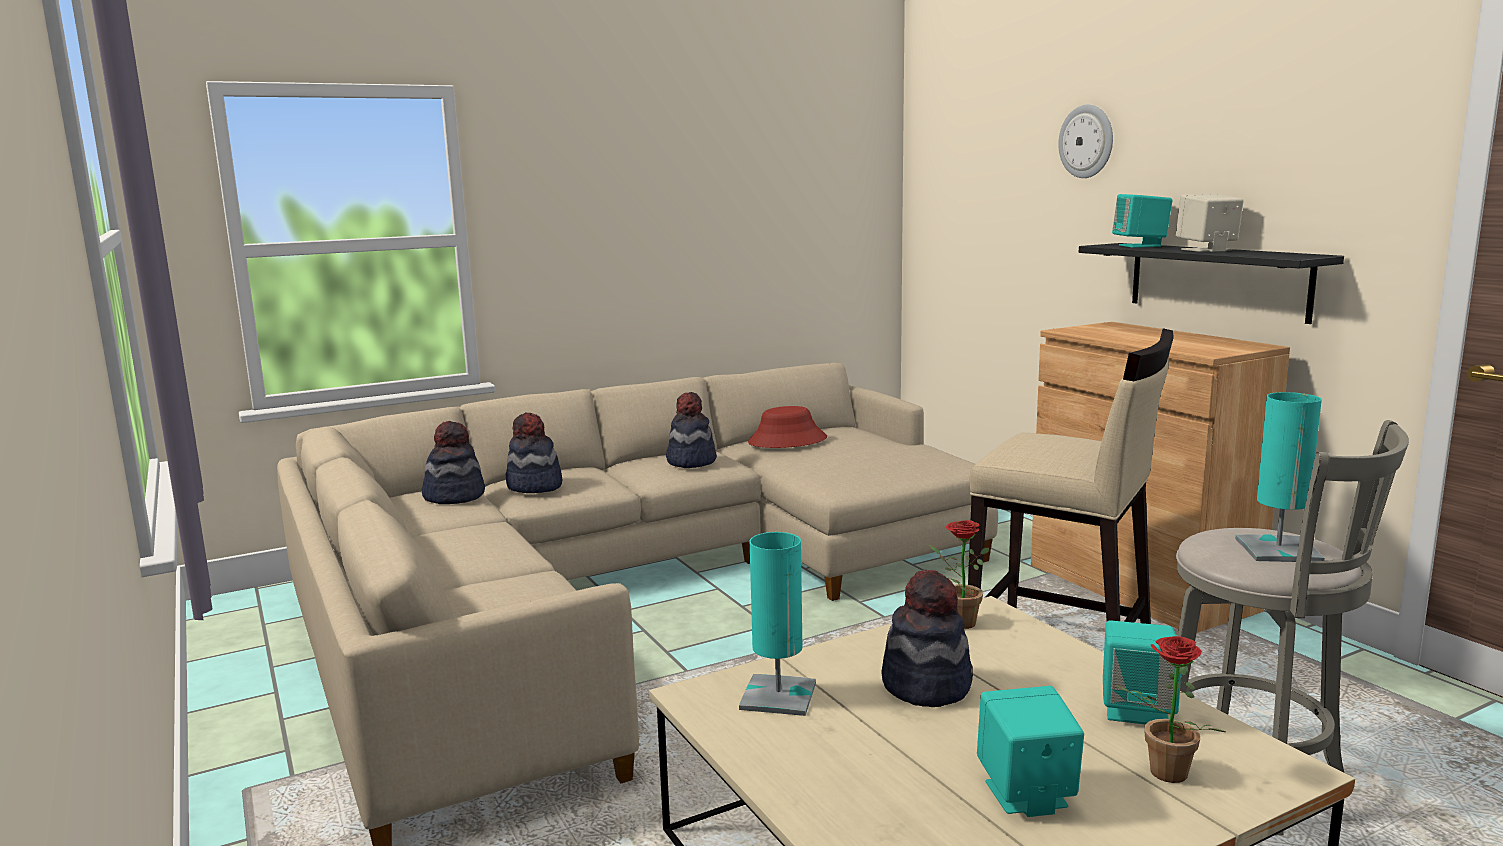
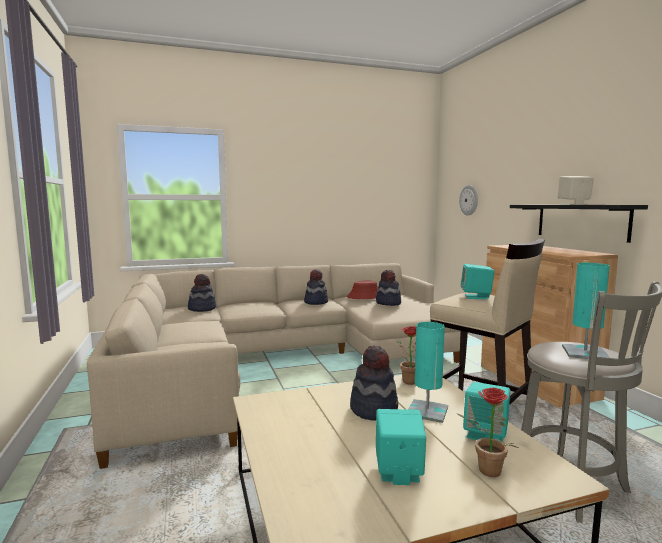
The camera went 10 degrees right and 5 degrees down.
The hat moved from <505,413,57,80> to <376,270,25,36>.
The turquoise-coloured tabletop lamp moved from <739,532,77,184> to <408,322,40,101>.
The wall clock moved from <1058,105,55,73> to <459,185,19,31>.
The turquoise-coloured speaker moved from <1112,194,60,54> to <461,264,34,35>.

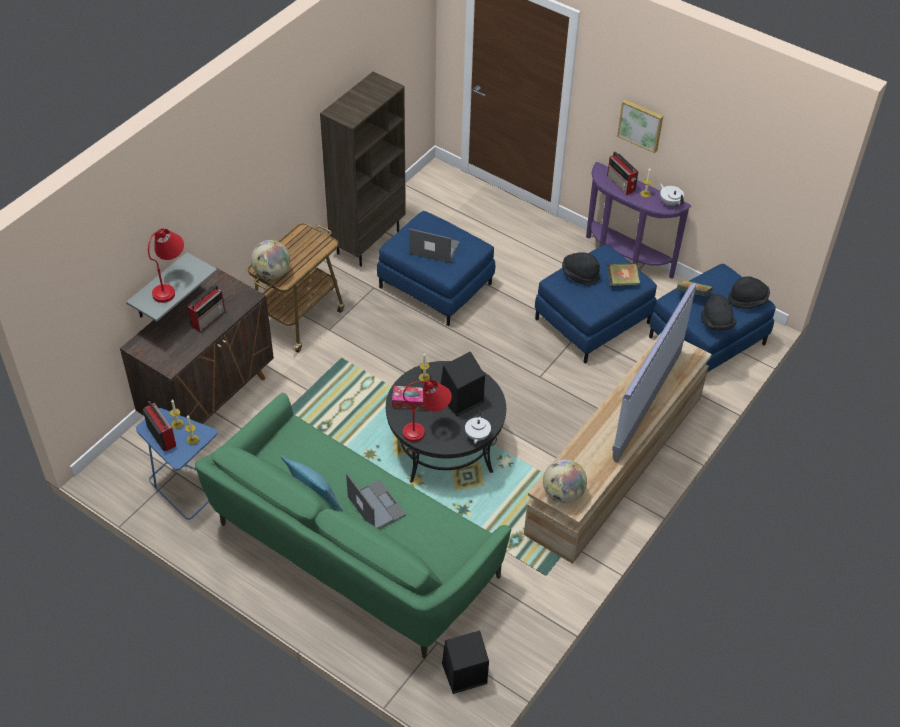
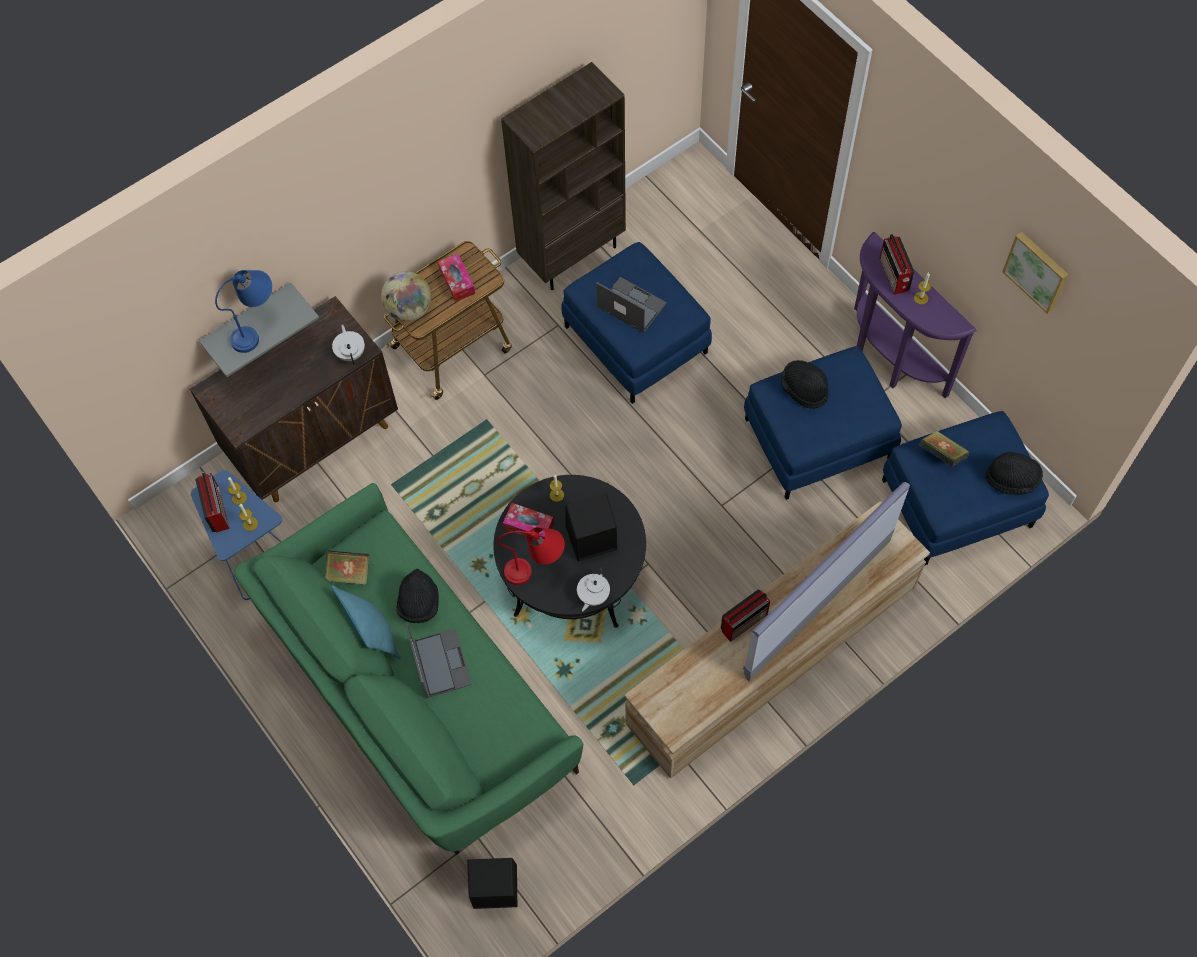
The camera went 20 degrees right and 15 degrees up.
The red tabletop lamp at <148,229,36,74> became the blue-coloured tabletop lamp at <215,270,57,83>.
The volume moved from <607,263,33,23> to <325,550,45,35>.
The white teapot moved from <660,183,24,23> to <332,324,33,41>.
The black hat moved from <701,294,35,36> to <396,569,43,54>.
The box of tissues at <438,254,37,48> appeared.
The radio set moved from <187,285,38,47> to <721,589,49,53>.
The picture moved from <617,100,46,54> to <1002,232,67,82>.
The world globe at <543,459,44,44> disappeared.

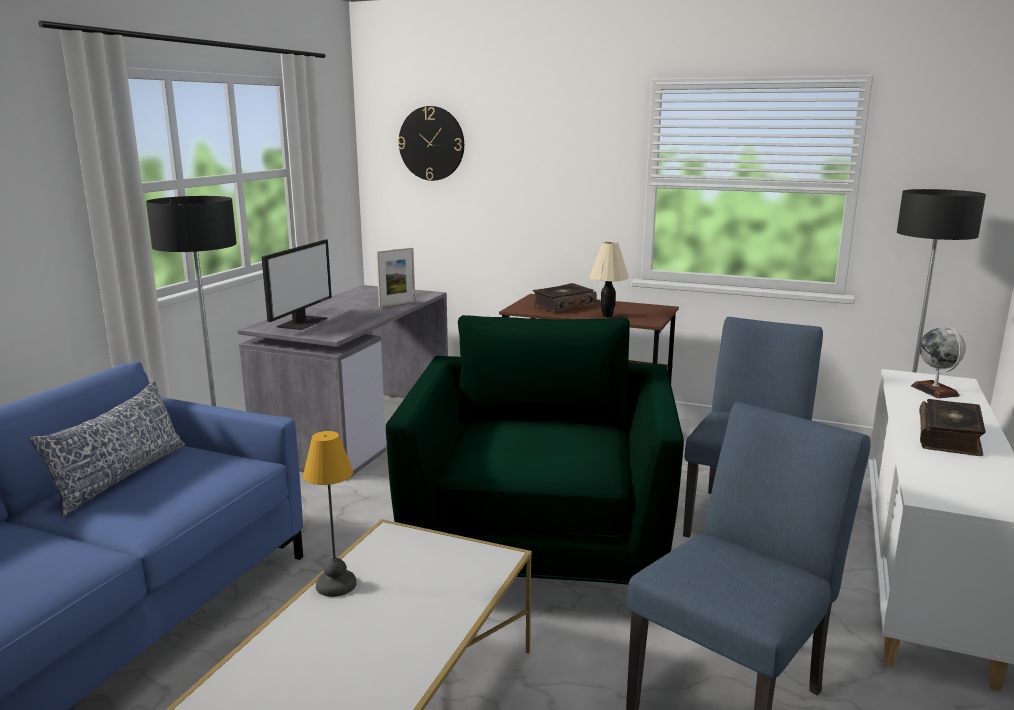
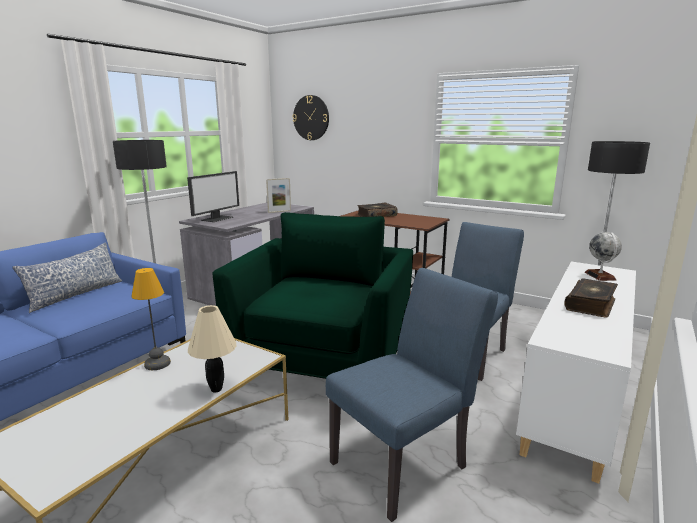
The camera went 10 degrees right and 0 degrees up.
The beige tabletop lamp moved from <589,241,40,76> to <188,305,49,87>.

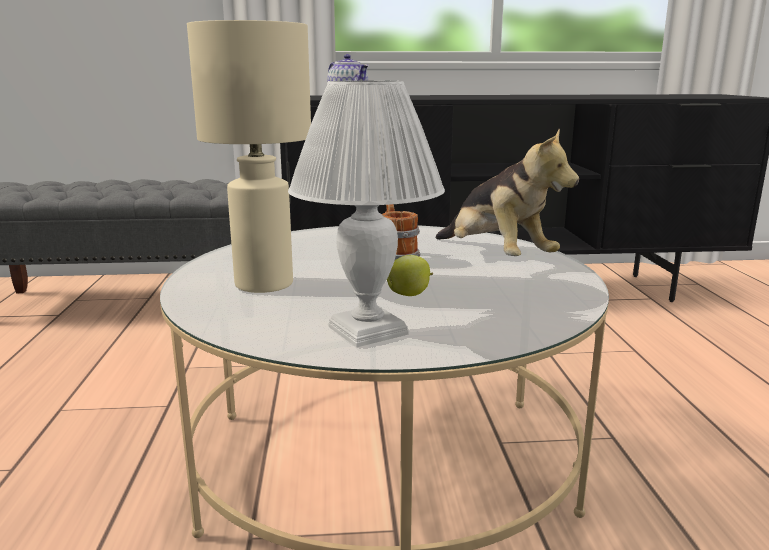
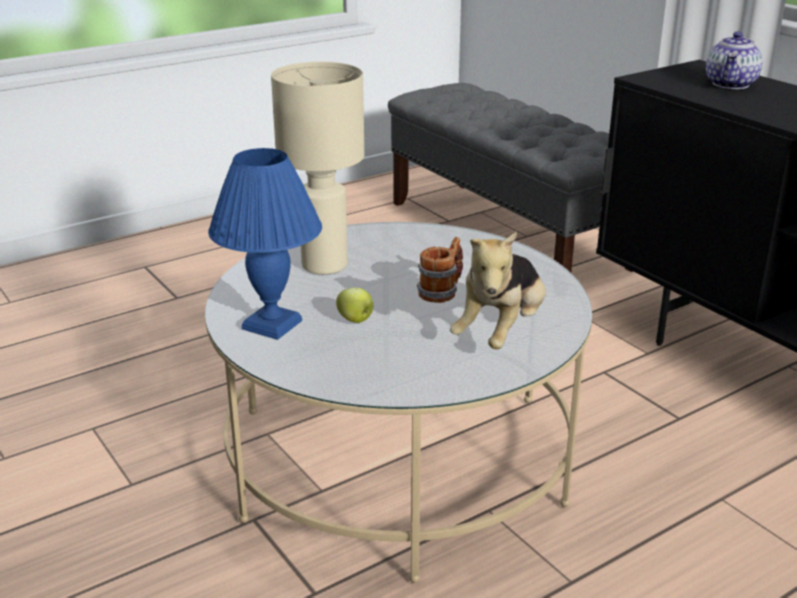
The camera went 60 degrees right and 10 degrees up.
The white tabletop lamp at <288,80,157,267> became the blue-coloured tabletop lamp at <208,148,114,192>.

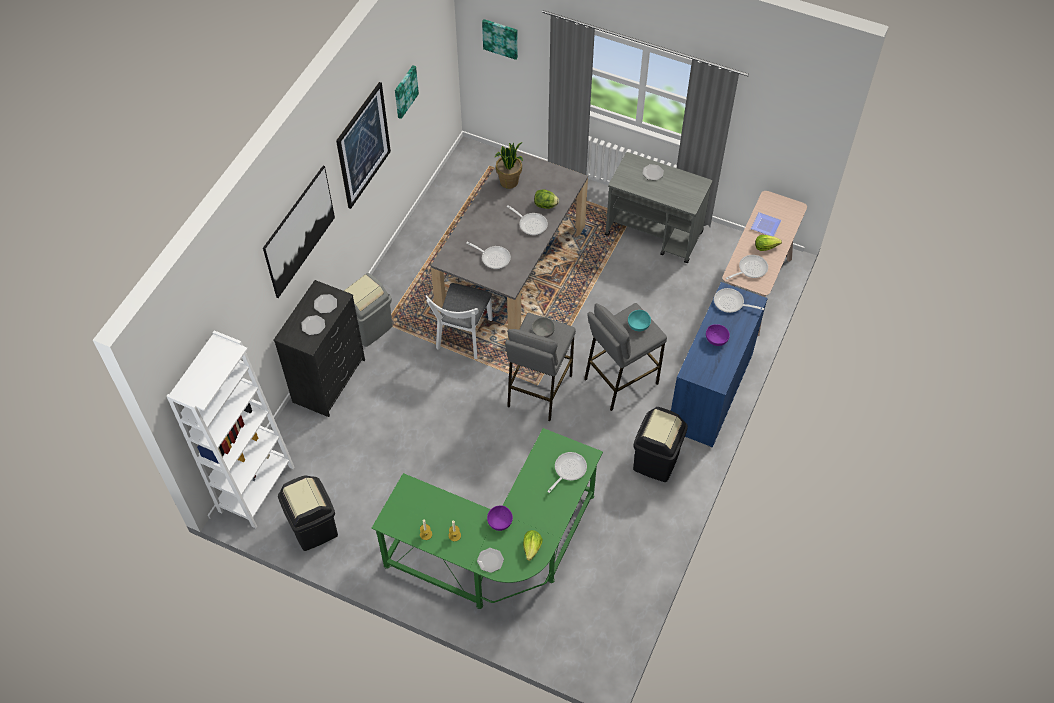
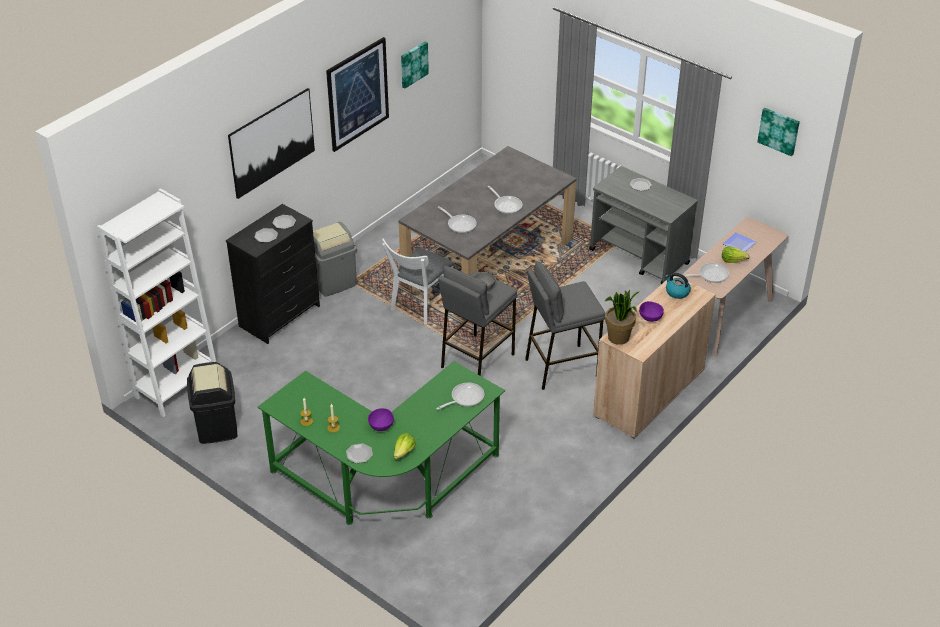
The camera went 15 degrees right and 15 degrees down.
The blue-coloured cupboard at <671,282,97,165> became the beige cupboard at <593,276,123,163>.
The plant in a pot moved from <495,142,28,47> to <605,290,34,55>.
The pan at <714,288,50,25> was replaced by the tea kettle at <665,273,26,26>.
The picture moved from <482,19,36,41> to <757,108,43,48>.
The lettuce head at <534,189,25,20> disappeared.
The turquoise-coloured bowl at <628,310,23,21> disappeared.
The black waste bin at <633,407,55,75> disappeared.

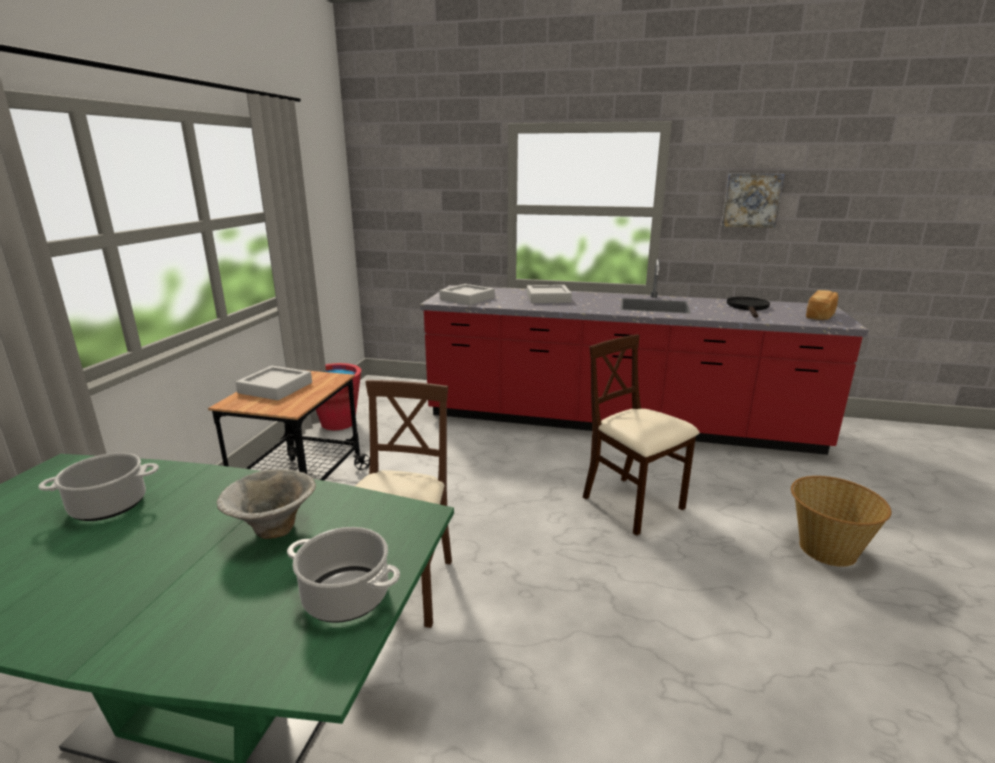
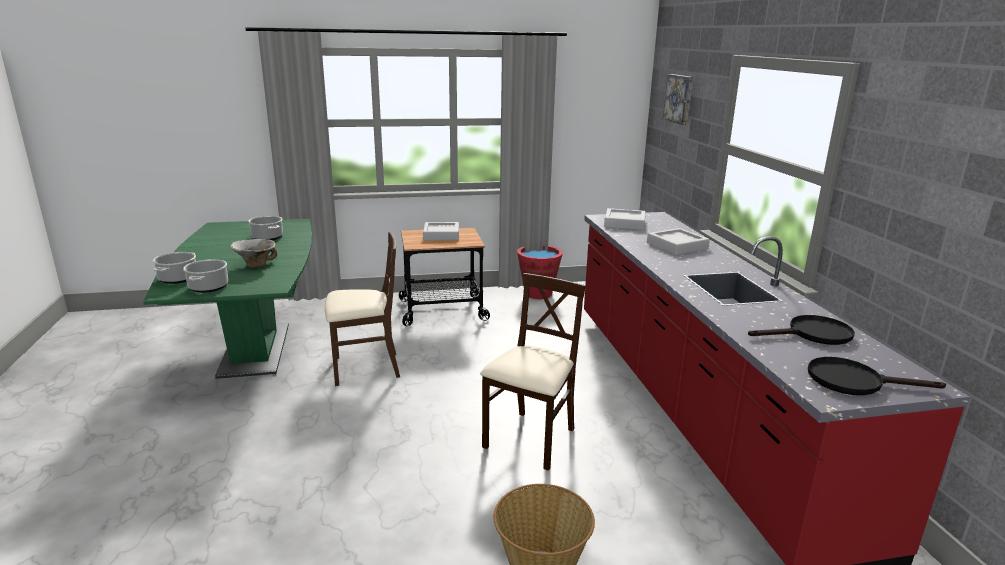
The camera went 65 degrees right and 0 degrees up.
The saucepot at <153,252,43,32> appeared.
The picture moved from <721,174,63,54> to <663,74,30,51>.
The bread at <806,290,32,30> was replaced by the black pan at <808,357,138,38>.

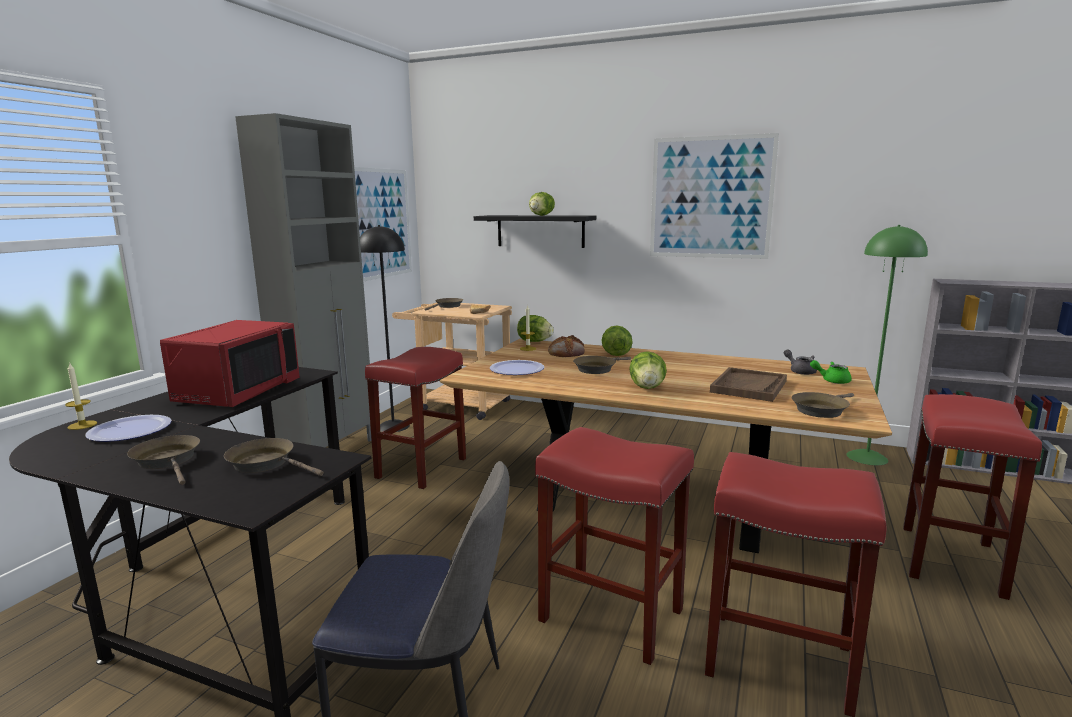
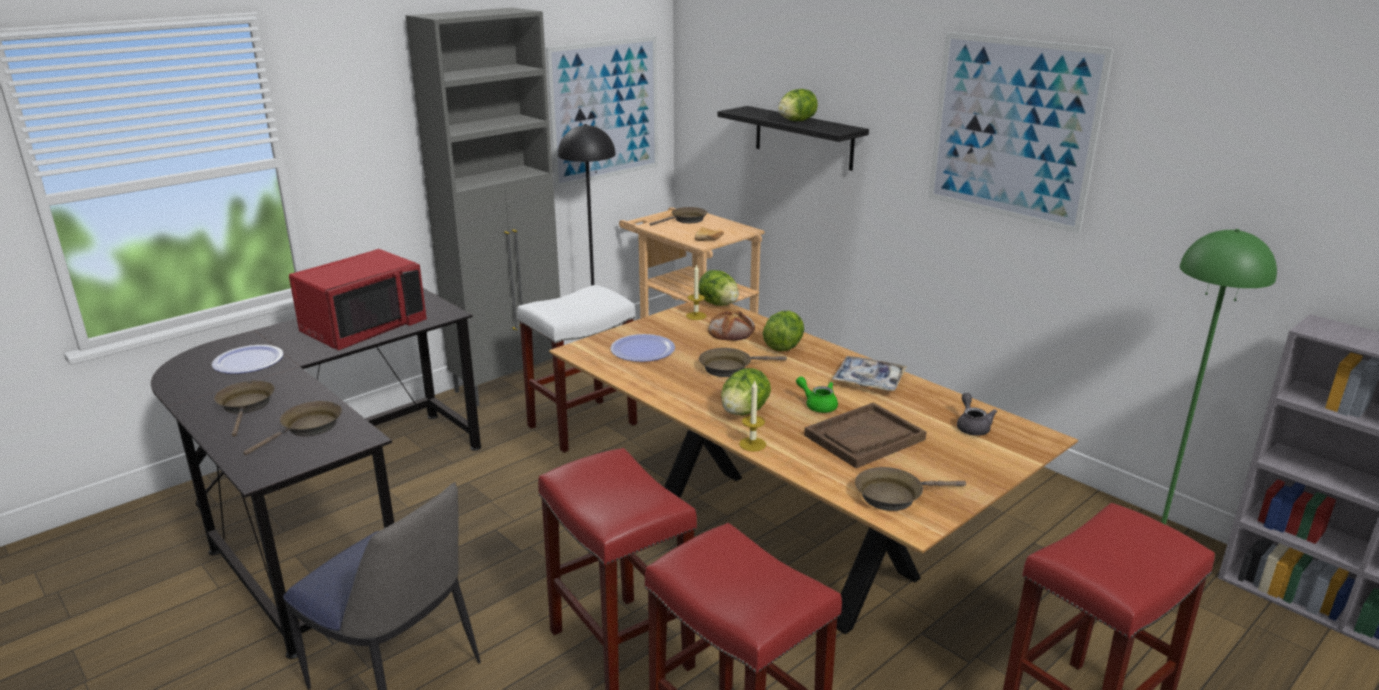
The camera went 25 degrees right and 10 degrees up.
The brownish pan at <224,438,100,38> turned 75 degrees clockwise.
The red sitting stool at <365,347,101,142> became the white sitting stool at <517,285,120,168>.
The candle moved from <65,362,32,68> to <739,381,27,70>.
The green-coloured teapot moved from <810,360,42,24> to <796,376,42,37>.
The tray at <833,356,74,35> appeared.

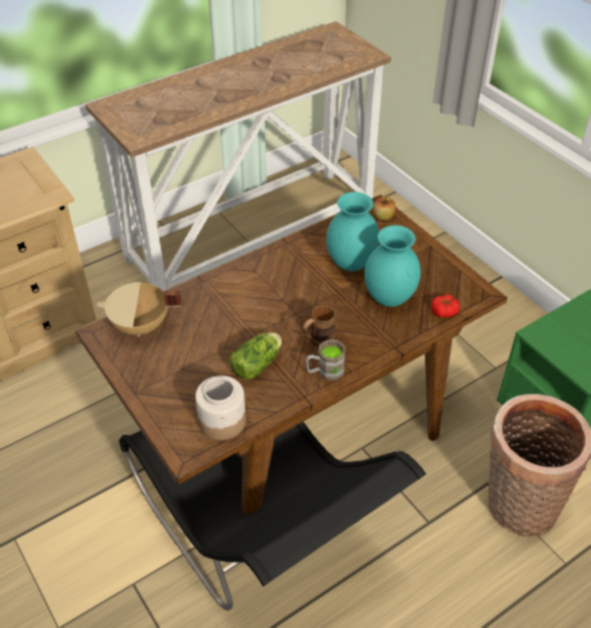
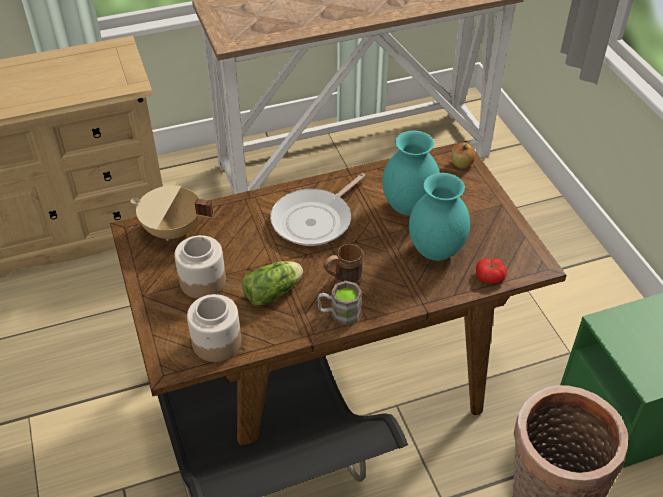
The camera went 15 degrees right and 0 degrees up.
The preserve jar at <174,235,52,64> appeared.
The pan at <270,173,95,73> appeared.

